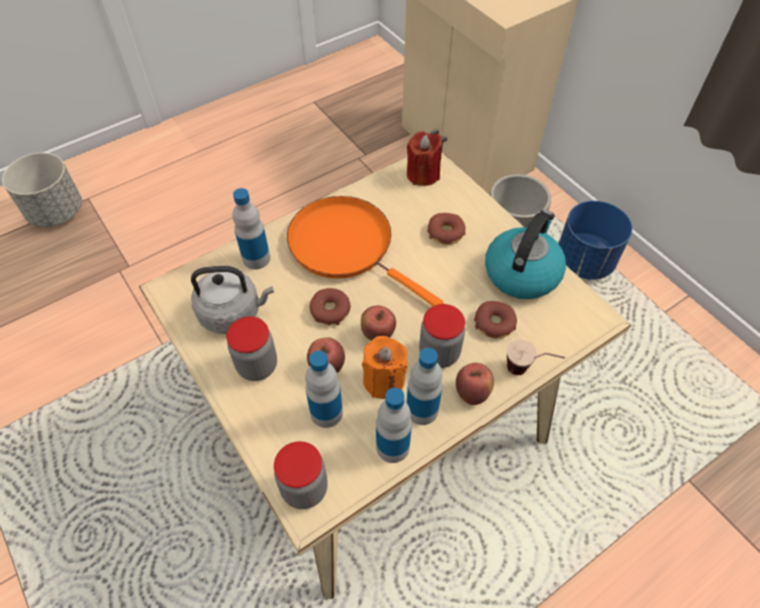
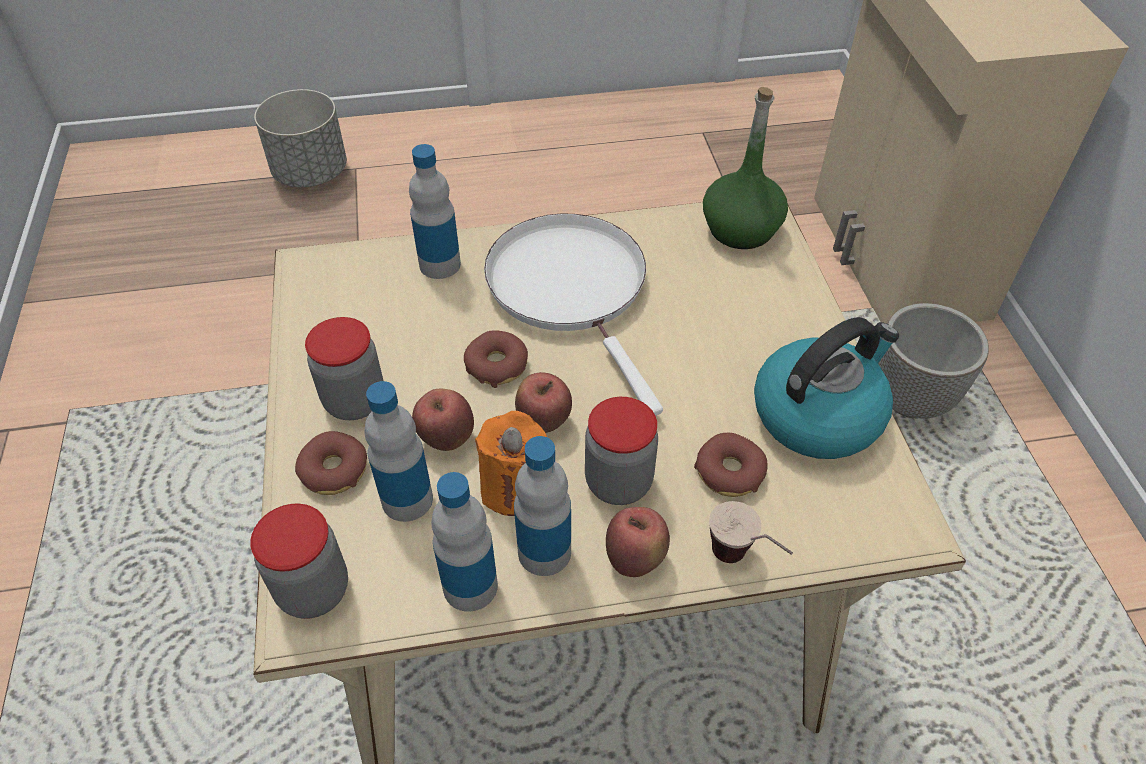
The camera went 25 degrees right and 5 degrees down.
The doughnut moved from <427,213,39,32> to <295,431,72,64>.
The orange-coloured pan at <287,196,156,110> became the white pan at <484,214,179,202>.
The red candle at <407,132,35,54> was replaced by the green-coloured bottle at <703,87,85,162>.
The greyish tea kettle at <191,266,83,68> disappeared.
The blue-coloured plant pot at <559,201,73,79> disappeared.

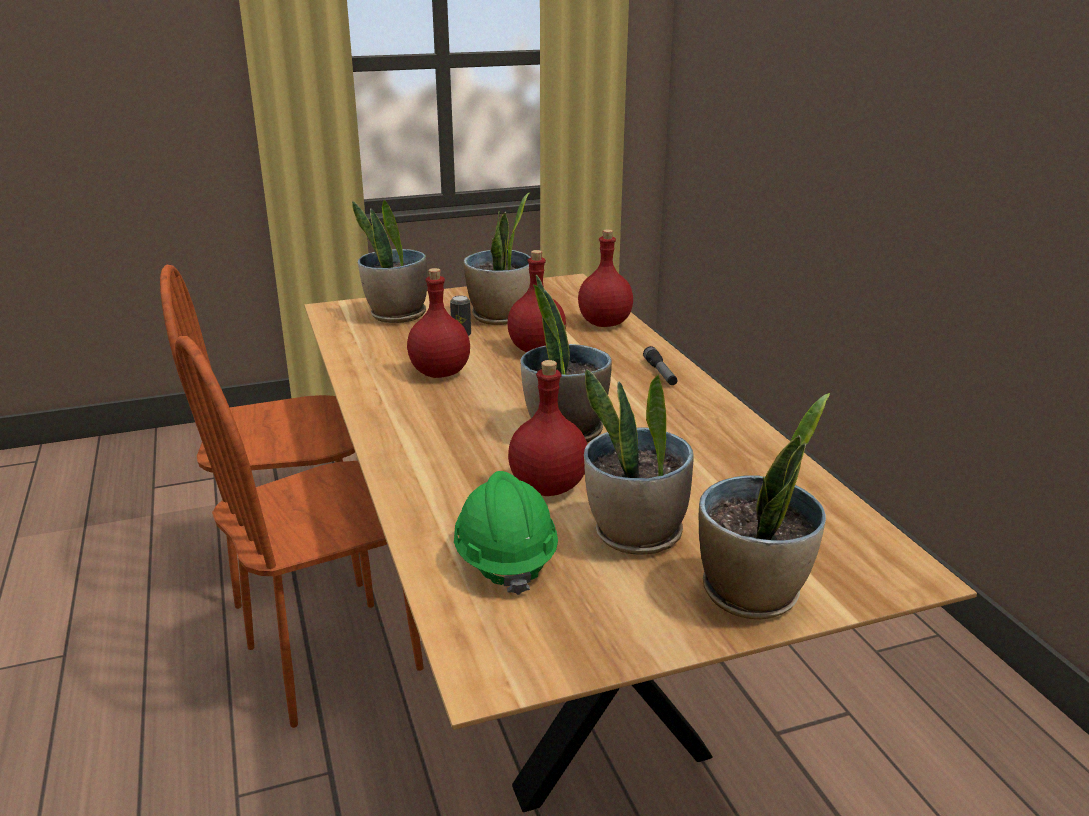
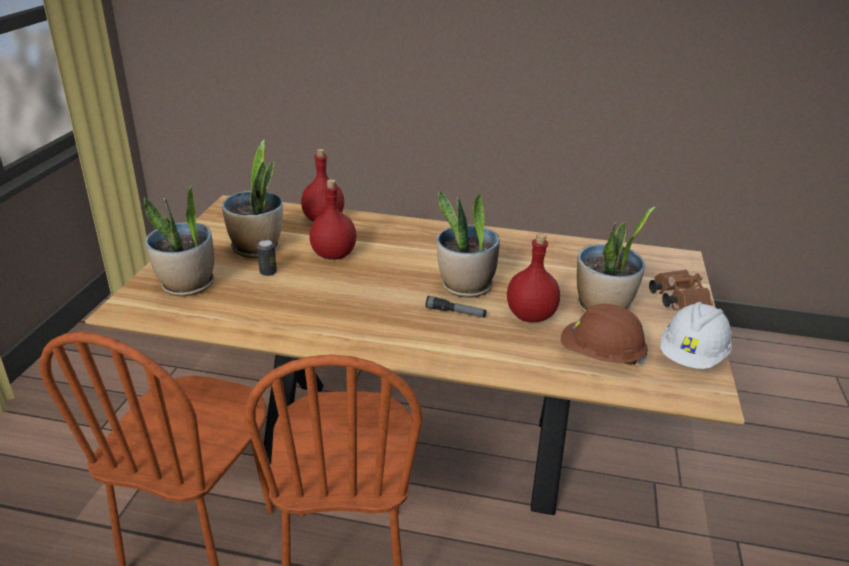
The camera went 60 degrees left and 5 degrees up.
The flashlight moved from <643,346,34,39> to <426,296,61,21>.
The green-coloured hard hat at <454,471,104,124> became the brownish hard hat at <561,304,87,61>.
The plant in a pot at <699,393,131,226> was replaced by the brownish field glasses at <649,269,64,41>.
The white hard hat at <660,302,72,67> appeared.
The red bottle at <407,268,63,110> disappeared.

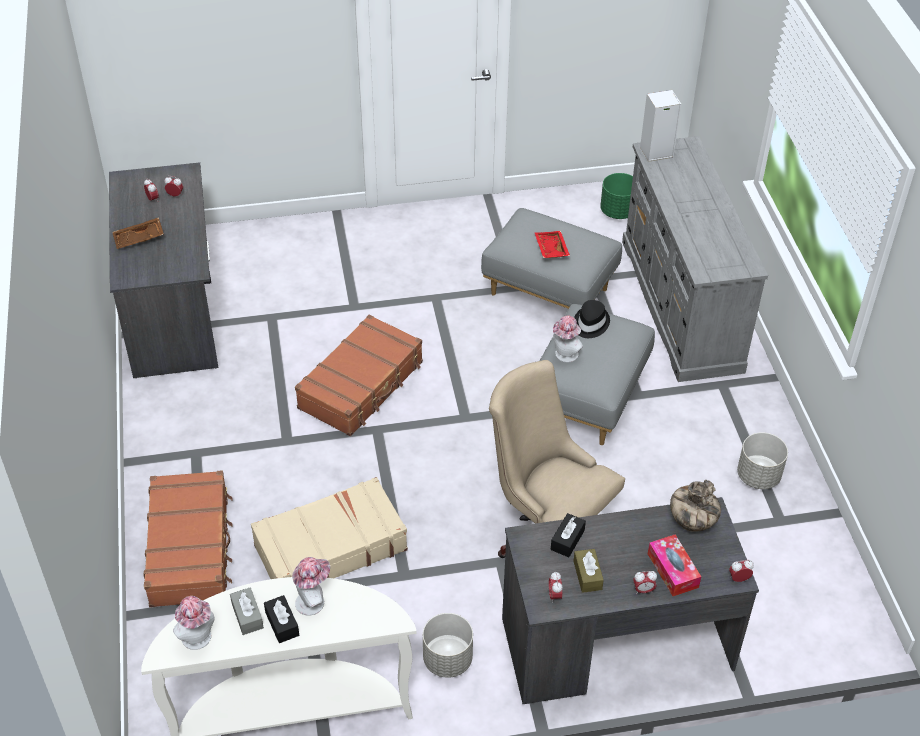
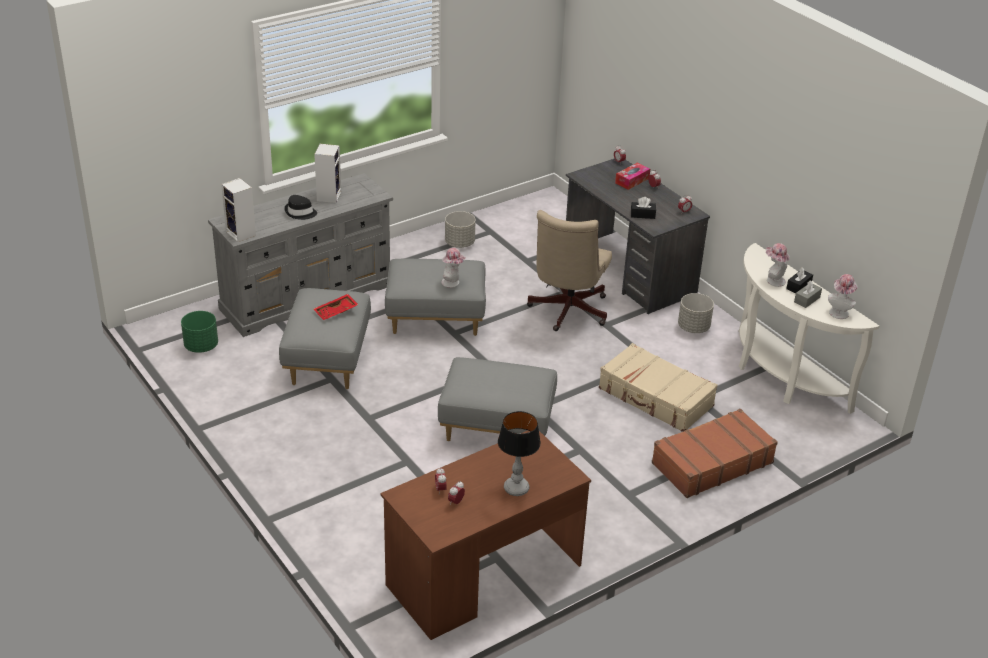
The camera went 115 degrees left and 10 degrees down.
The black hat moved from <574,300,36,38> to <284,195,33,25>.
The speaker at <314,144,27,59> appeared.
The greyish desk table at <109,162,109,216> became the brownish desk table at <380,430,211,210>.
The brownish suitcase at <295,314,128,122> was replaced by the greyish footrest at <438,357,119,84>.
The brownish tray at <112,217,52,32> was replaced by the tabletop lamp at <498,411,43,85>.
The brownish box of tissues at <574,549,30,44> disappeared.
The vase at <670,480,51,51> disappeared.

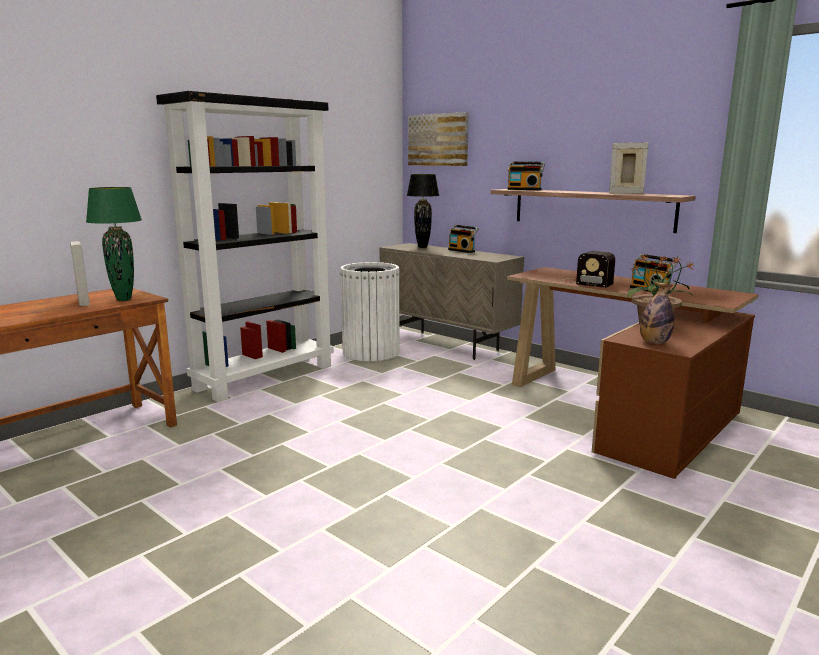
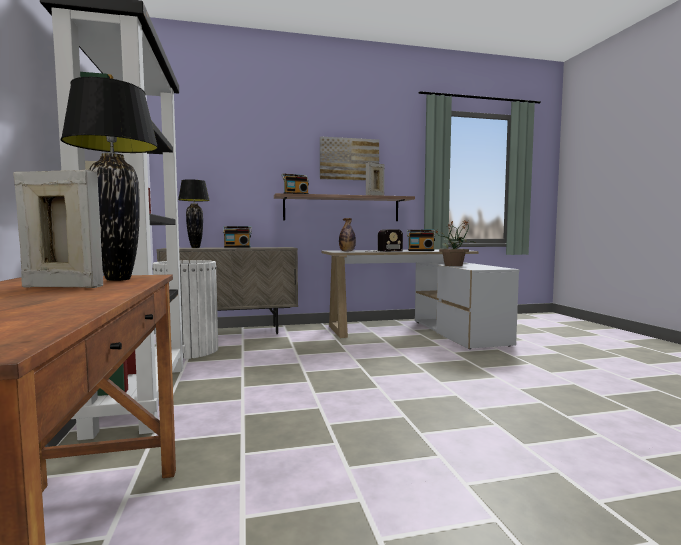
The camera went 55 degrees left and 10 degrees down.
The green-coloured tabletop lamp at <86,187,56,114> became the black tabletop lamp at <61,77,97,204>.
The picture moved from <408,112,61,54> to <320,136,59,45>.
The brownish desk table at <507,267,252,212> became the white desk table at <321,250,199,99>.
The bottle moved from <640,282,34,62> to <339,218,17,34>.

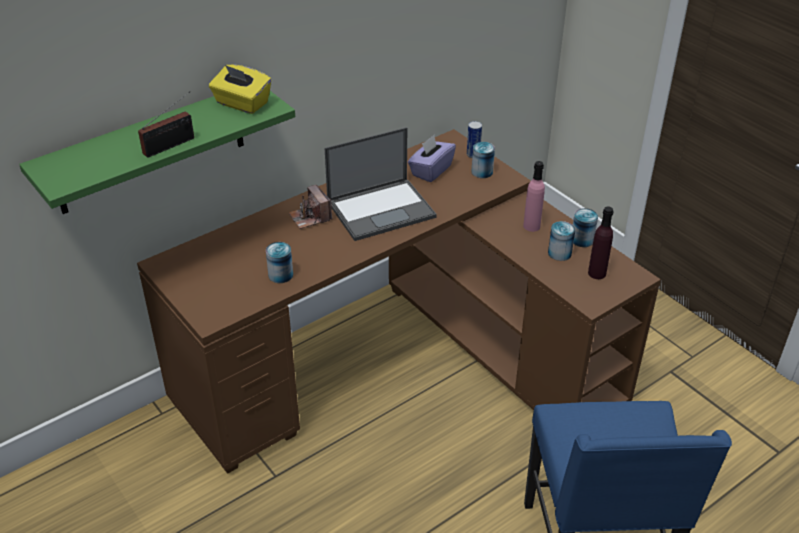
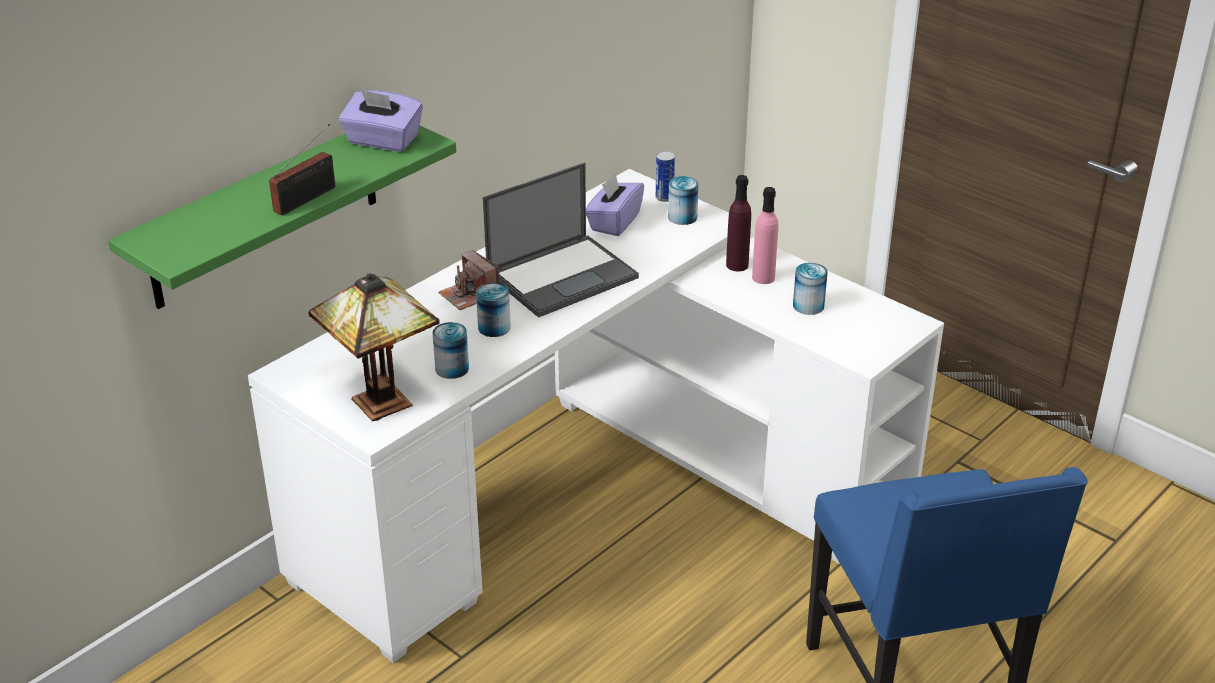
The camera went 10 degrees left and 5 degrees down.
The brownish desk table at <137,129,524,345> became the white desk table at <248,169,696,494>.
The tabletop lamp at <308,274,132,147> appeared.
The yellow box of tissues at <209,64,62,50> became the purple-coloured box of tissues at <339,89,84,63>.
The can moved from <573,208,25,39> to <476,283,35,54>.
The purple-coloured bottle moved from <588,206,25,73> to <726,175,25,96>.

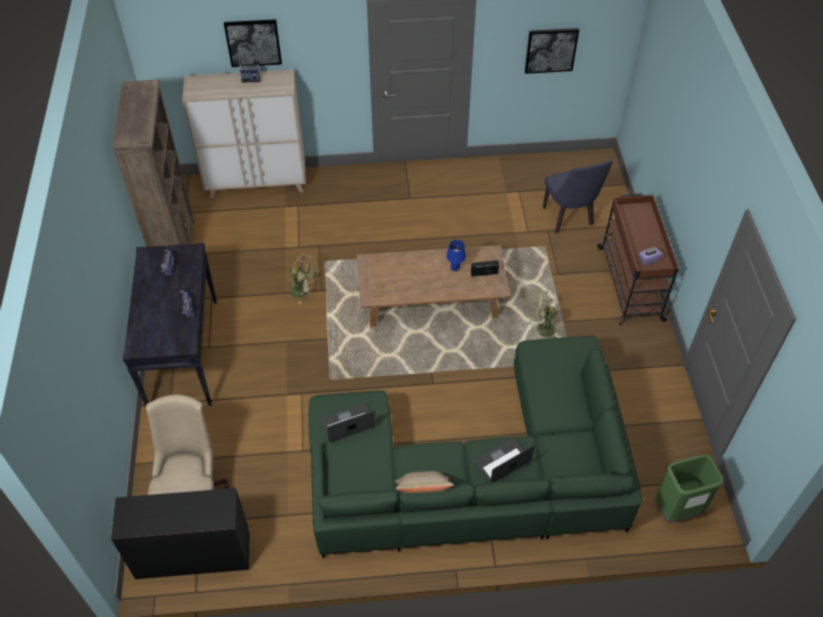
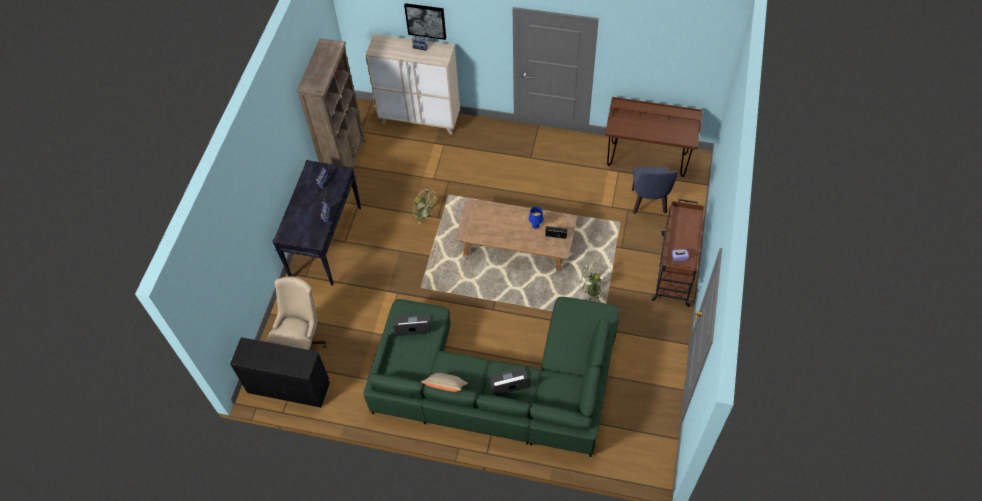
The camera went 20 degrees right and 5 degrees up.
The brownish desk table at <605,97,98,80> appeared.
The picture at <525,28,54,46> disappeared.
The green-coloured waste bin at <655,455,69,68> disappeared.

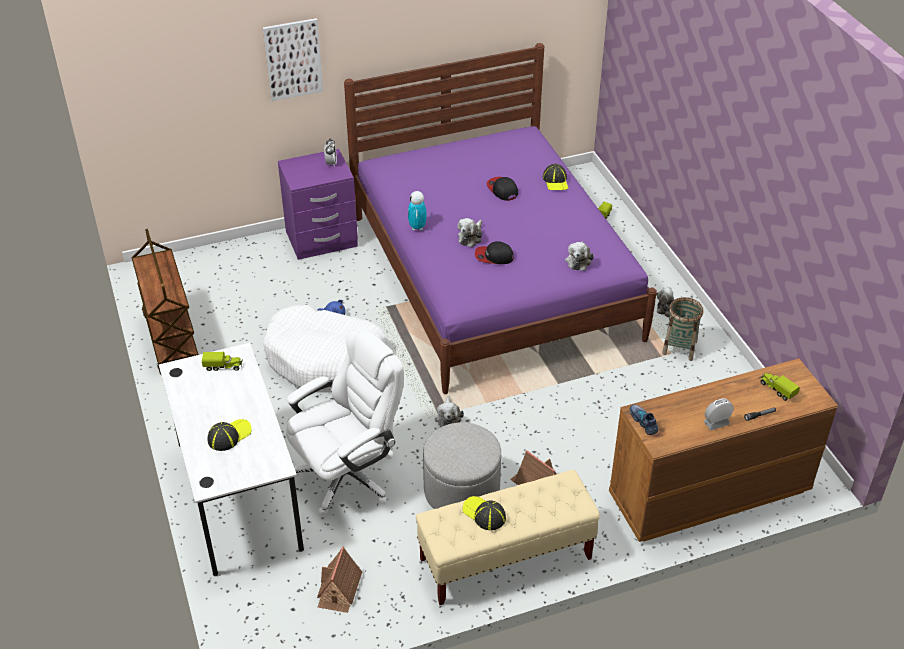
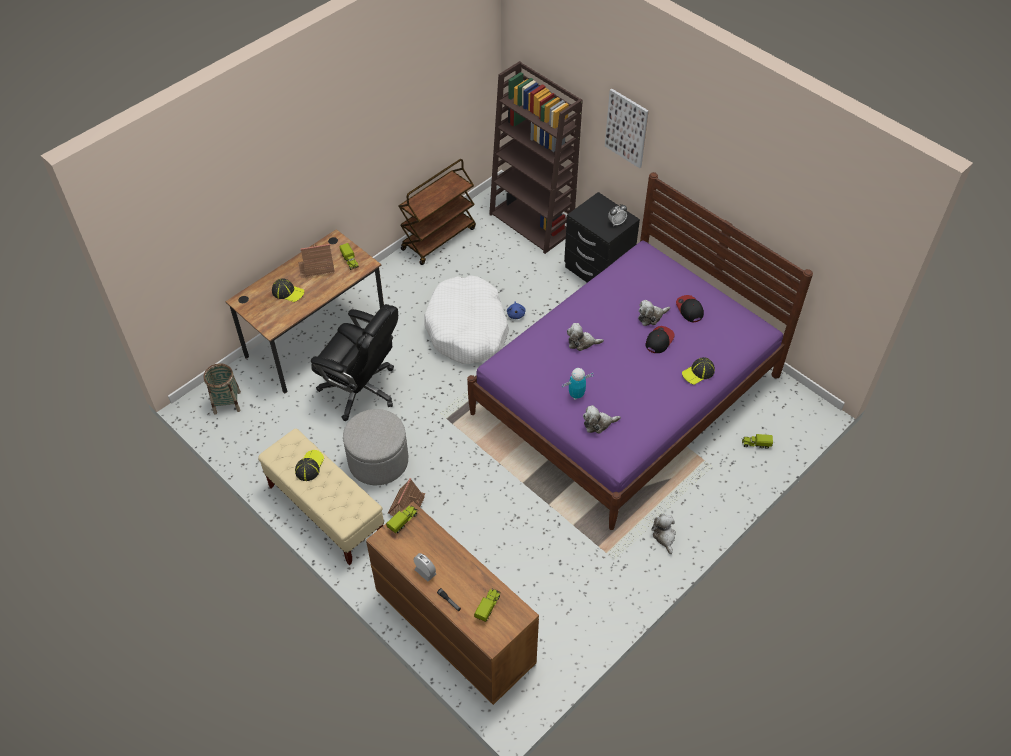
The camera went 65 degrees right and 10 degrees up.
The storage basket moved from <662,297,41,64> to <203,363,38,52>.
The white desk table at <159,343,145,233> became the brownish desk table at <225,229,159,164>.
The model house moved from <317,546,45,67> to <298,244,37,34>.
The white office chair at <286,326,118,191> became the black office chair at <311,304,87,117>.
The low shoe at <630,404,28,31> was replaced by the model truck at <386,505,32,28>.
The brownish bookcase at <489,61,94,193> appeared.
The robot figure moved from <408,191,19,39> to <562,368,32,32>.
The purple-coloured nightstand at <278,149,80,111> became the black nightstand at <564,192,76,91>.
The plush toy moved from <435,396,29,31> to <638,300,32,26>.
The cap moved from <475,241,39,23> to <676,295,28,27>.

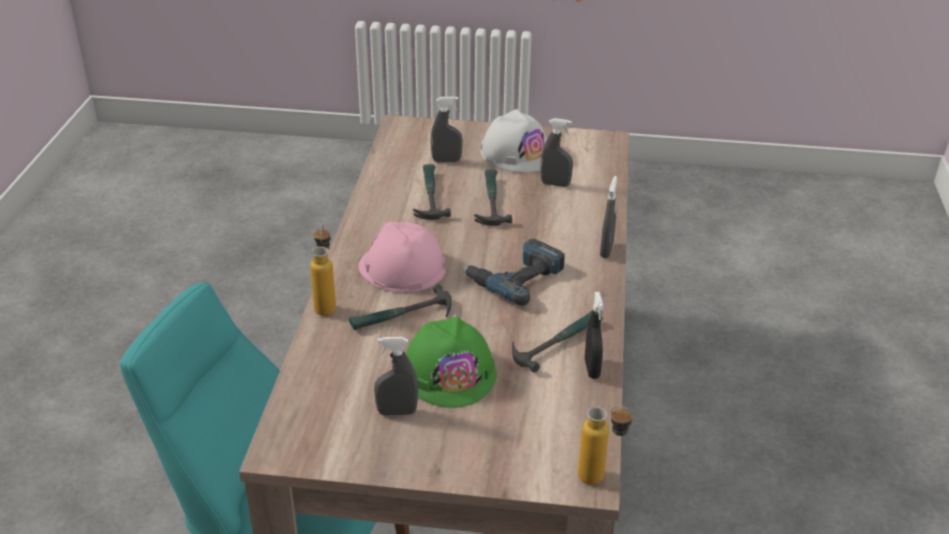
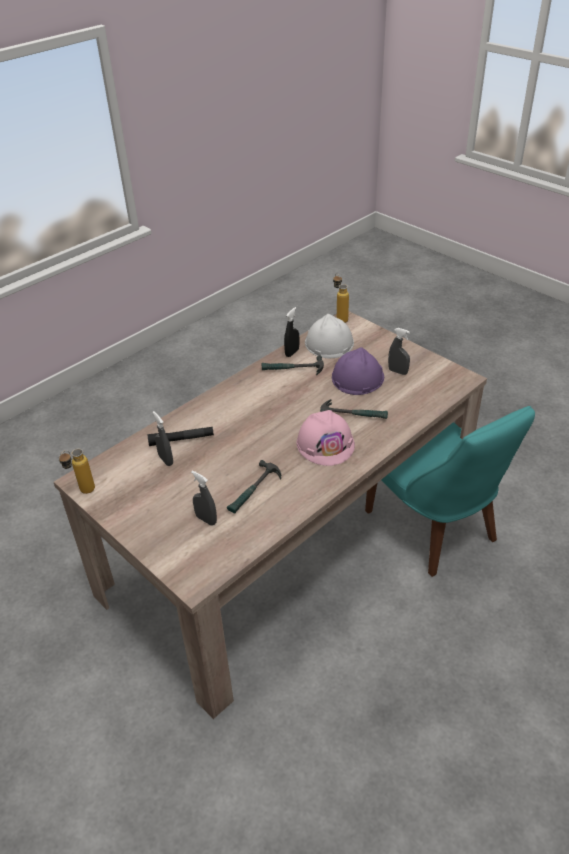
The camera went 140 degrees left and 5 degrees up.
The bottle moved from <310,224,26,92> to <59,448,36,46>.
The black flashlight at <148,427,66,19> appeared.
The white hard hat moved from <480,109,67,63> to <305,314,49,45>.
The green-coloured hard hat at <406,317,91,91> became the purple-coloured hard hat at <332,347,52,48>.
The power drill at <462,238,103,68> disappeared.
The tool hammer at <474,169,38,57> disappeared.
The greyish hand sprayer at <600,176,17,82> disappeared.

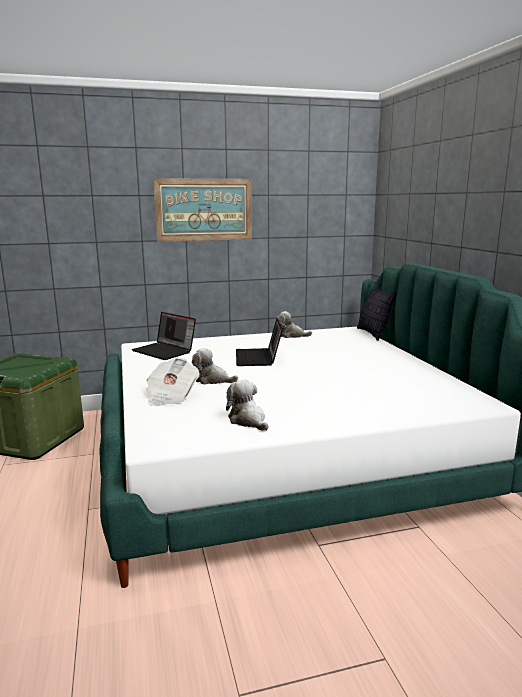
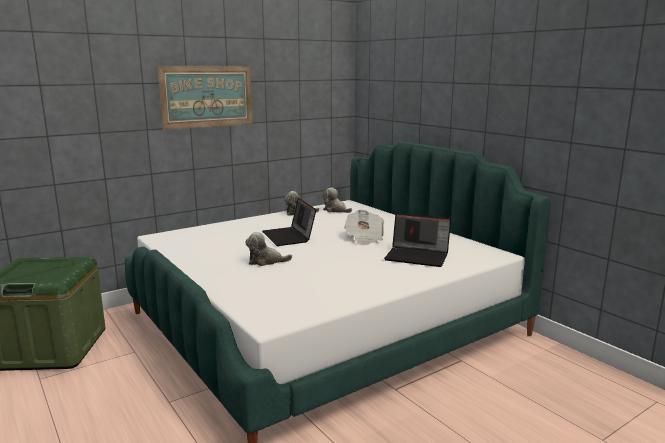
The camera went 20 degrees left and 0 degrees up.
The plush toy moved from <226,380,42,51> to <323,188,29,25>.
The newspaper moved from <146,358,53,48> to <344,210,40,35>.
The notebook computer moved from <132,312,64,48> to <384,213,67,54>.
The cushion at <357,281,40,60> disappeared.

